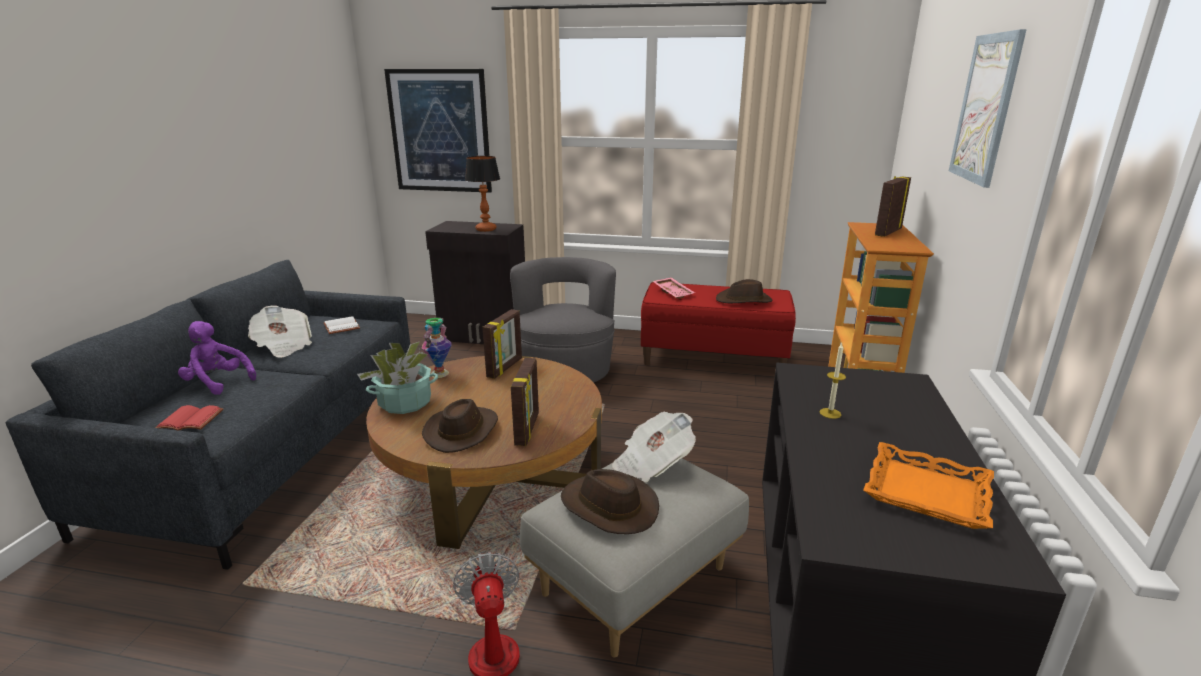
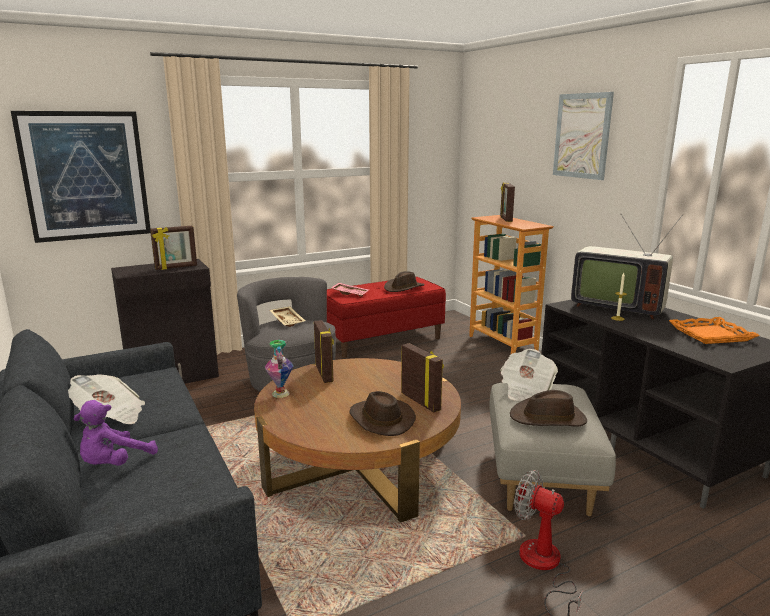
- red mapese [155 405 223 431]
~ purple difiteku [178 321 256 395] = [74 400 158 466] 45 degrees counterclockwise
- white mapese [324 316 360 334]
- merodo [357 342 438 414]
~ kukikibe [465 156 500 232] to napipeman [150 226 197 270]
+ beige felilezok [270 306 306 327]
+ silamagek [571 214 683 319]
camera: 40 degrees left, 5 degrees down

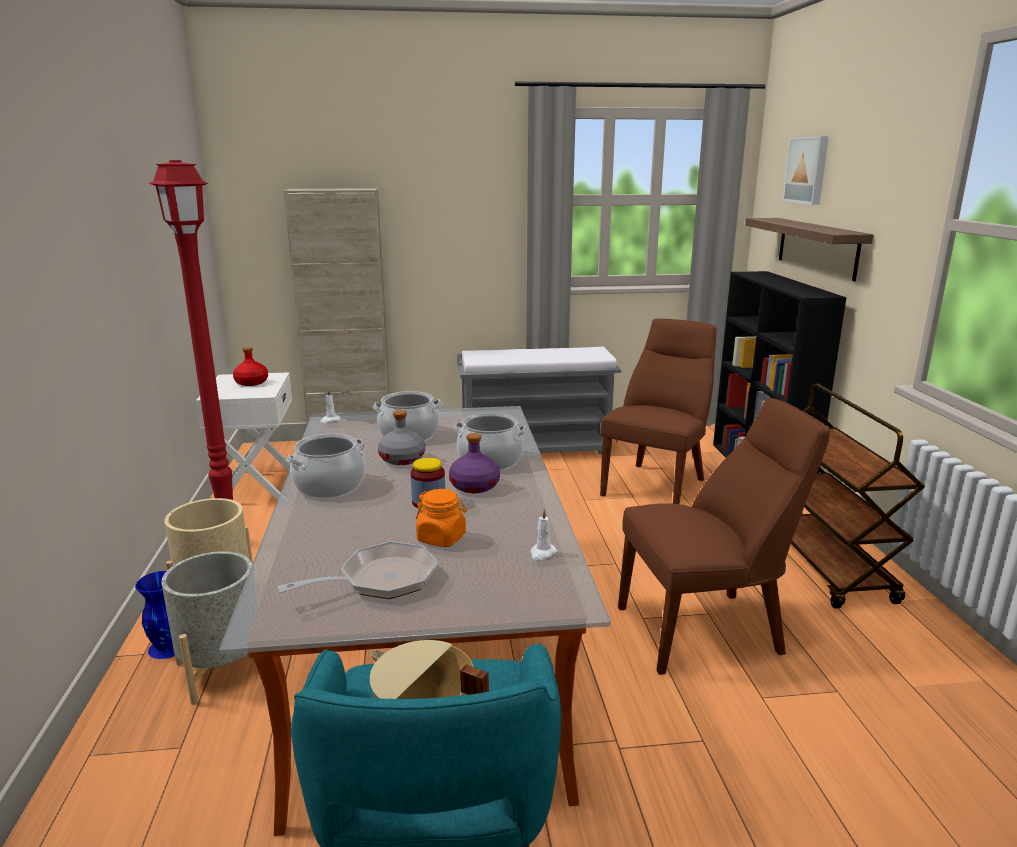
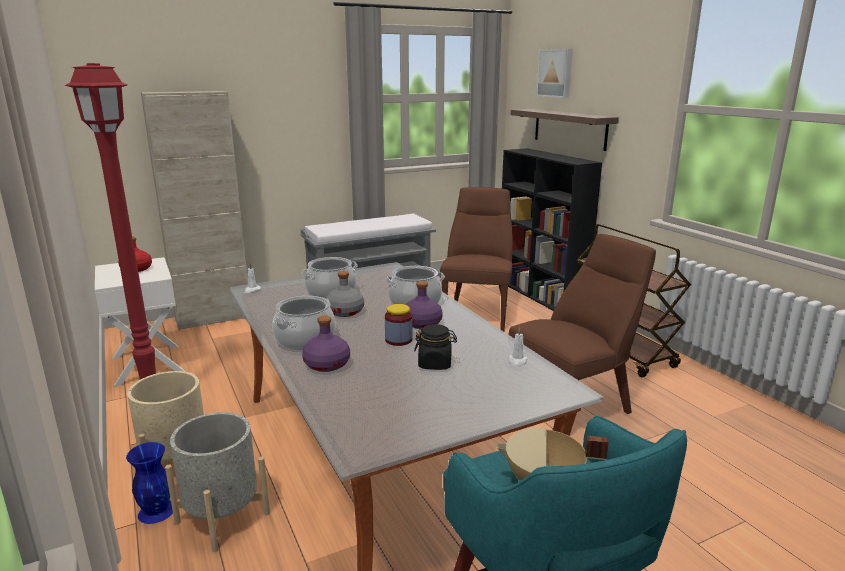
- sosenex [278 542 438 599]
~ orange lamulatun [416 489 467 547] to black lamulatun [414 324 457 370]
+ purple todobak [302 316 350 372]
camera: 20 degrees left, 0 degrees up

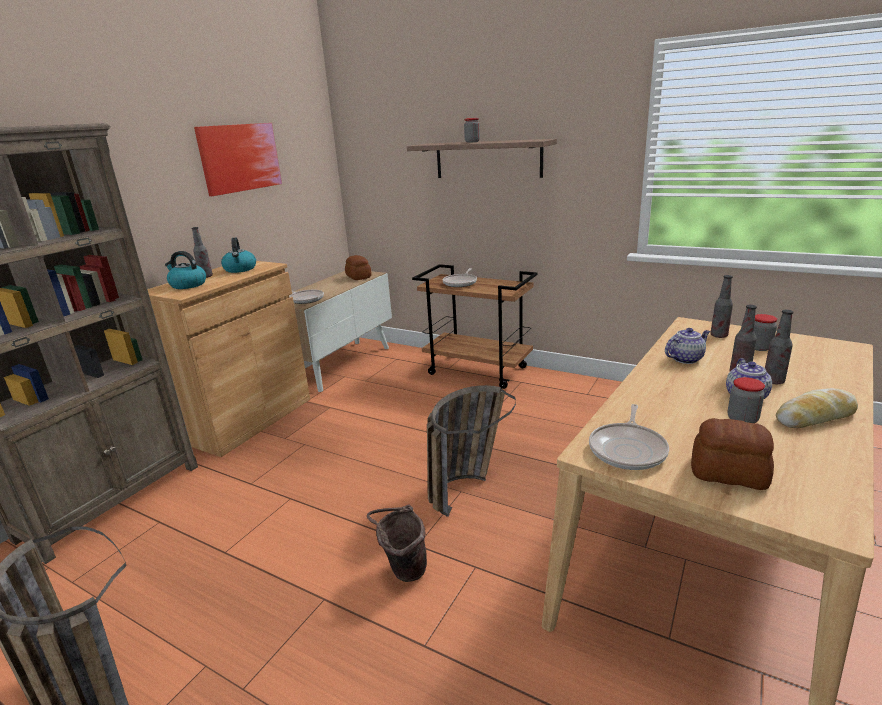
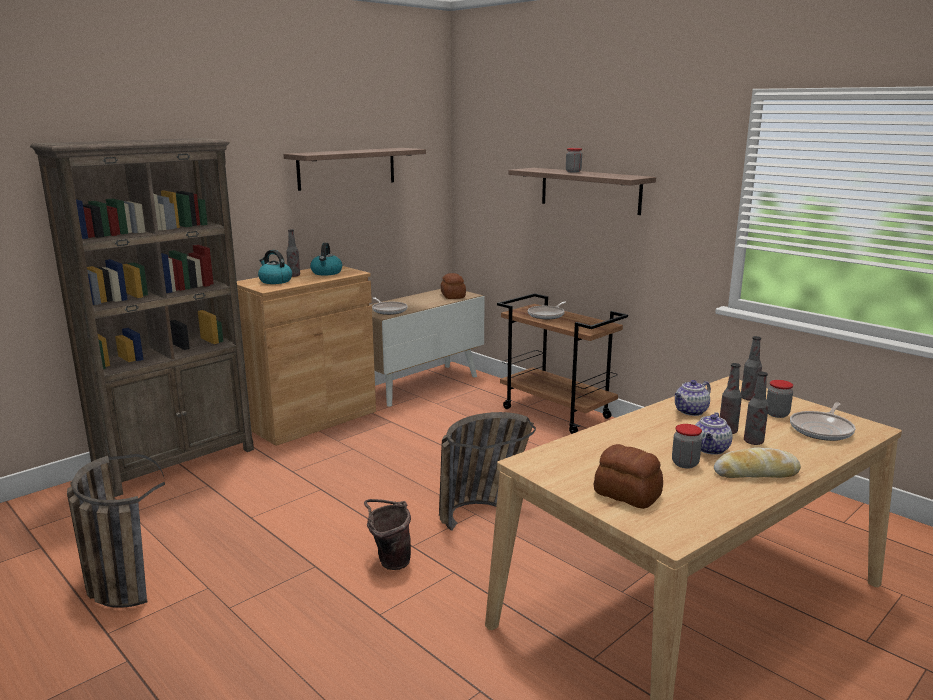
~ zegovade [194 123 282 196] to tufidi [283 148 426 191]
~ sosenex [589 404 669 470] to [790 402 856 441]
~ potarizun [665 328 710 364] = [675 380 711 416] 150 degrees clockwise
camera: 15 degrees right, 5 degrees down

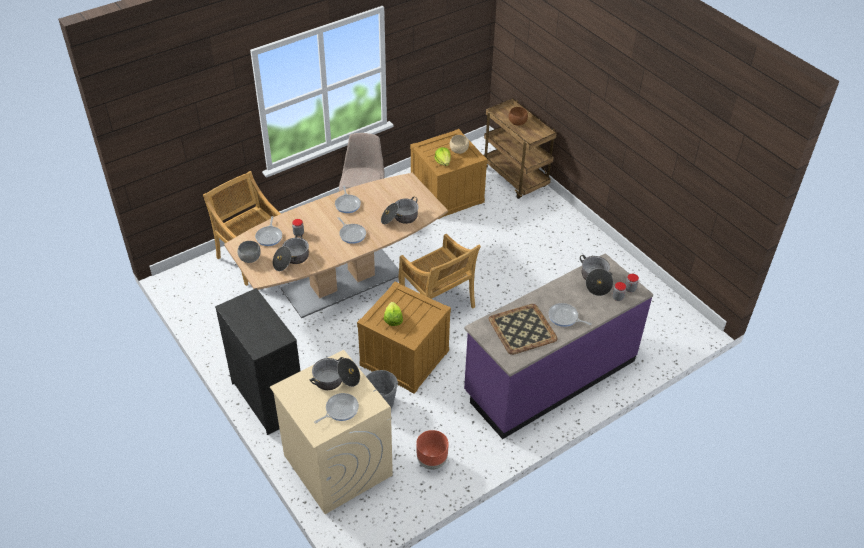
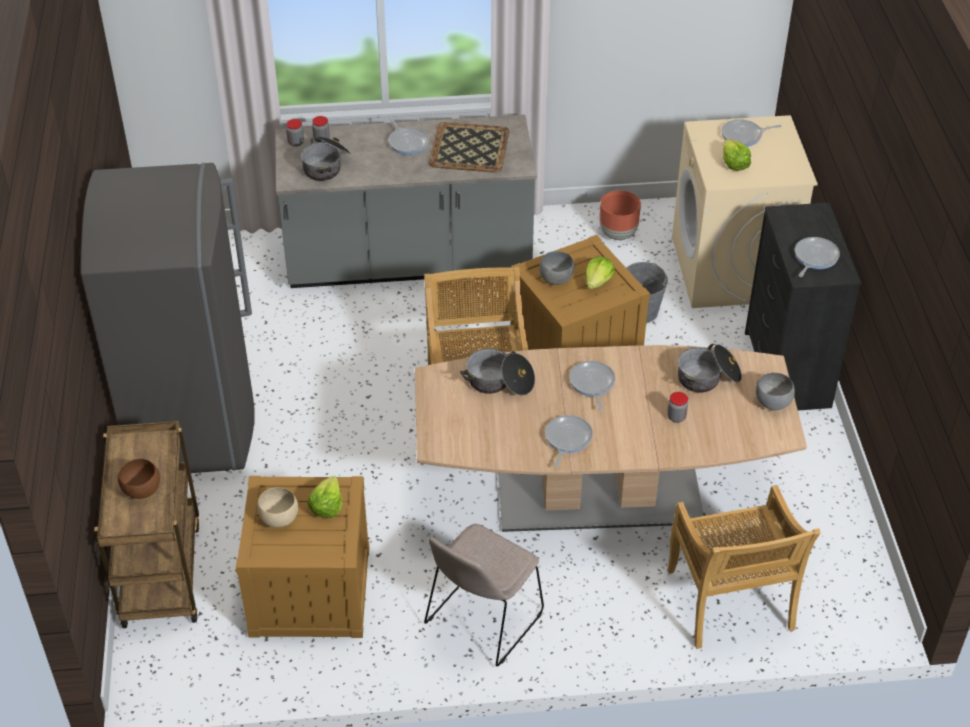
~ sosenex [255 216 282 246] to [795 237 840 277]
~ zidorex [309 357 360 390] to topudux [723 139 751 171]
~ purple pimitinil [464 253 653 439] to grey pimitinil [275 115 537 288]
+ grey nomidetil [81 163 255 473]
+ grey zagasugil [539 251 574 285]
camera: 150 degrees left, 0 degrees up

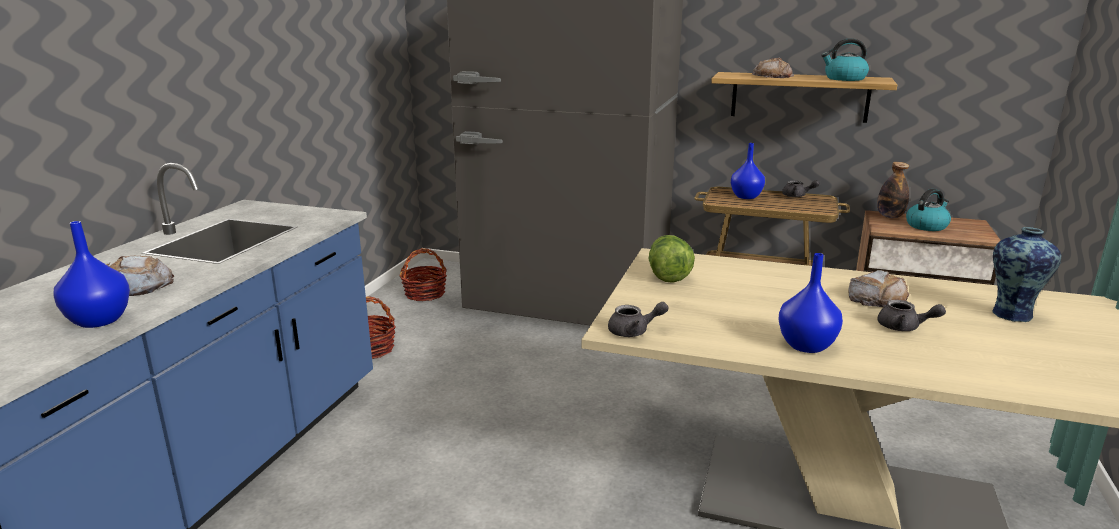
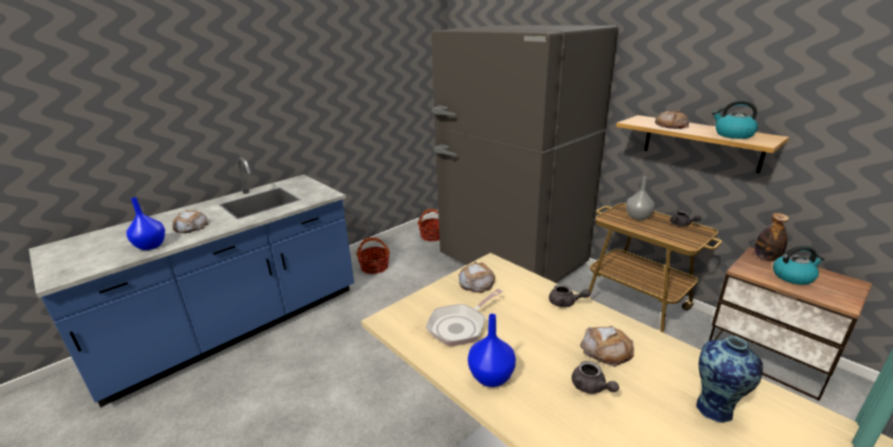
~ grey potarizun [608 302 669 337] to [549 284 591 307]
~ topudux [649 235 695 283] to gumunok [458 262 495 293]
~ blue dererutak [731 143 765 199] to grey dererutak [626 177 655 220]
+ sosenex [426 289 503 346]
camera: 30 degrees right, 5 degrees up

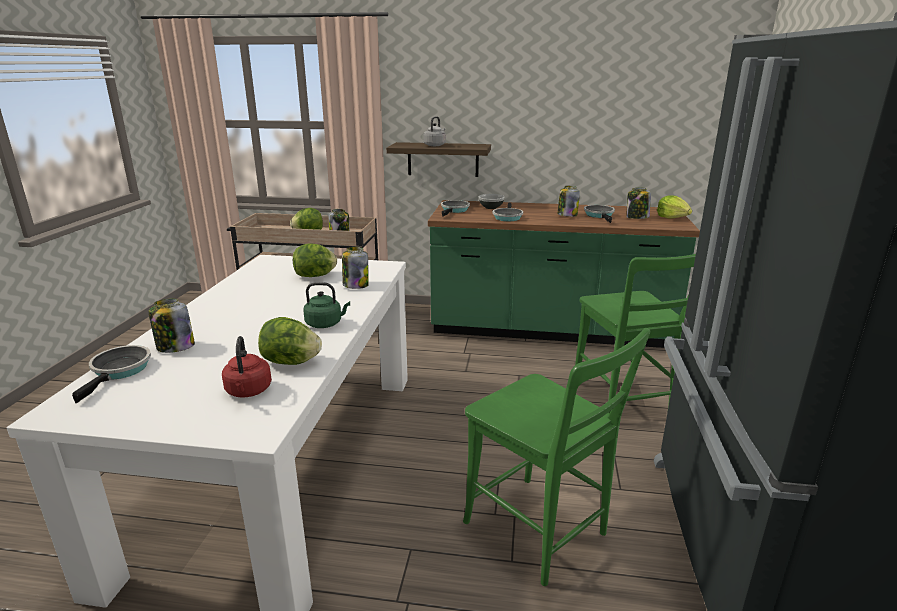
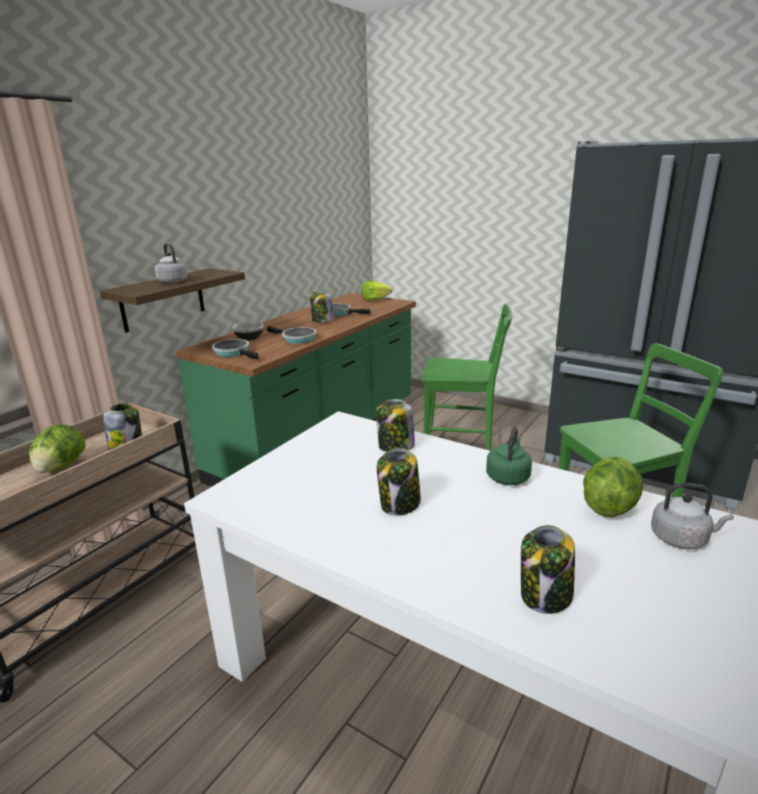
- sosenex [72 345 151 403]
~ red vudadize [222 336 272 398] to grey vudadize [651 483 734 549]
- topudux [293 243 337 277]
~ lamulatun [626 188 651 219] to [377 448 421 516]
camera: 65 degrees left, 0 degrees up

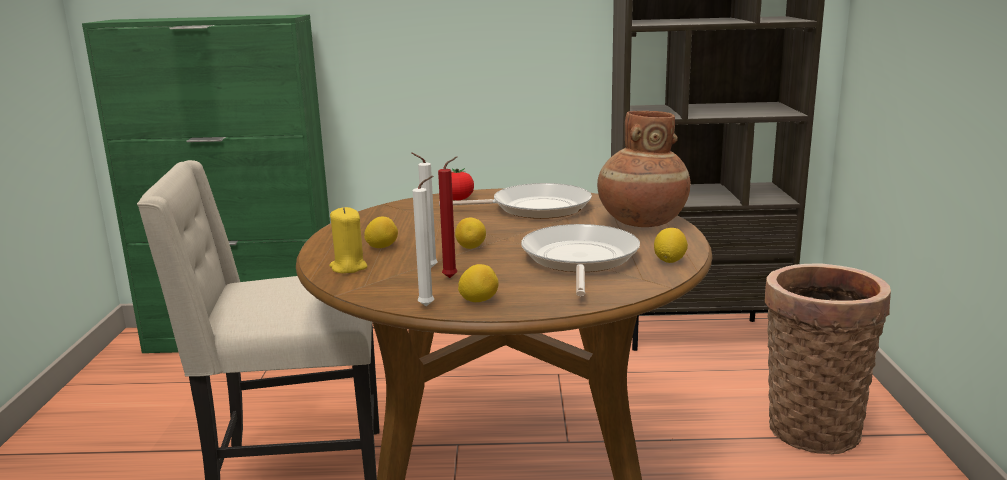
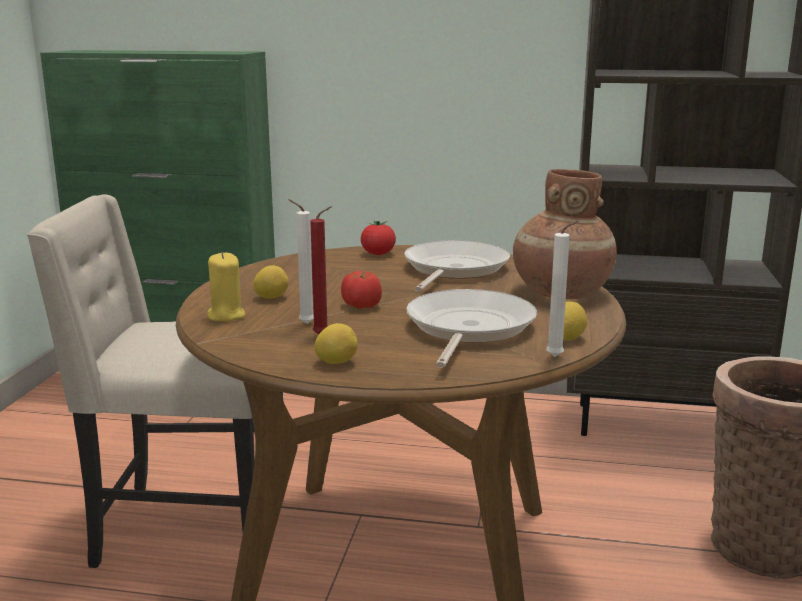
~ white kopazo [413 176 434 306] to [546 221 579 357]
~ sosenex [439 183 592 219] = [404 240 510 291] 75 degrees counterclockwise
~ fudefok [455 218 486 249] to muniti [341 271 382 309]
camera: 10 degrees right, 0 degrees up

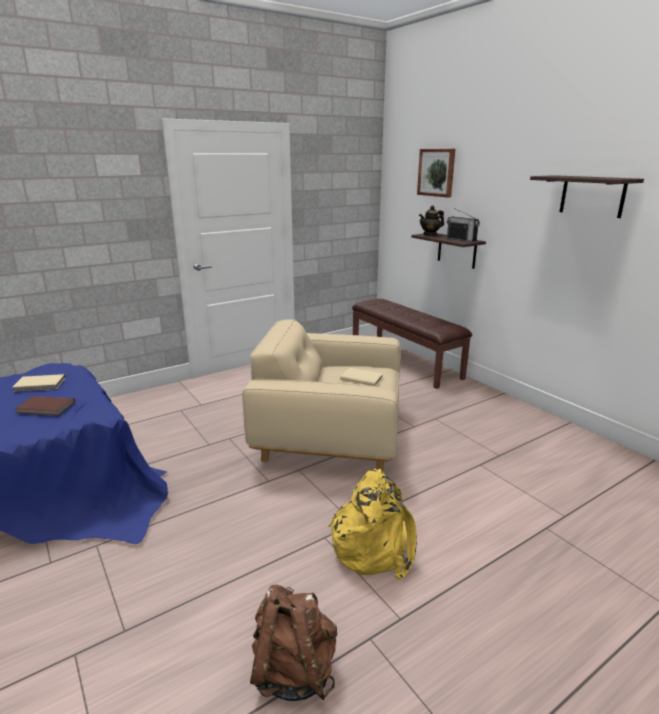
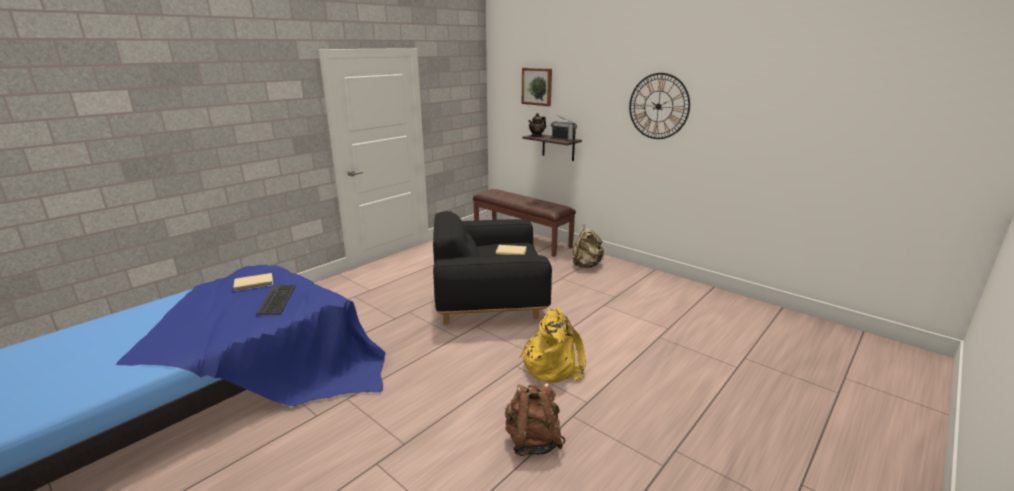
~ brown mapese [15 396 75 416] to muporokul [256 284 296 315]
~ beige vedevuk [242 319 401 471] to black vedevuk [433 211 552 325]
~ tufidi [530 175 644 218] to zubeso [629 73 690 139]
+ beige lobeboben [572 225 604 268]
camera: 15 degrees left, 0 degrees up

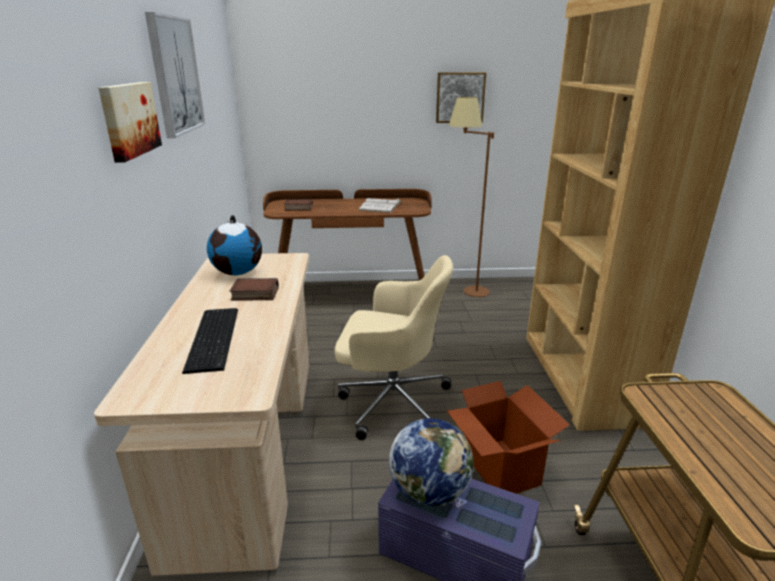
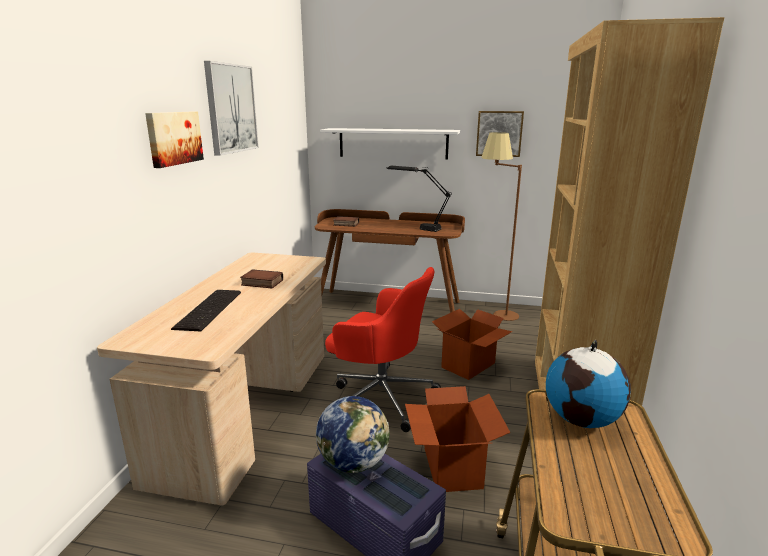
~ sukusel [207 215 262 275] to [546 340 631 428]
~ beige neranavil [334 255 453 440] to red neranavil [325 267 441 432]
~ white mapese [358 198 402 213] to black kukikibe [387 166 452 232]
+ white tufidi [320 128 460 160]
+ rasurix [432 309 512 380]
camera: 15 degrees right, 5 degrees down

